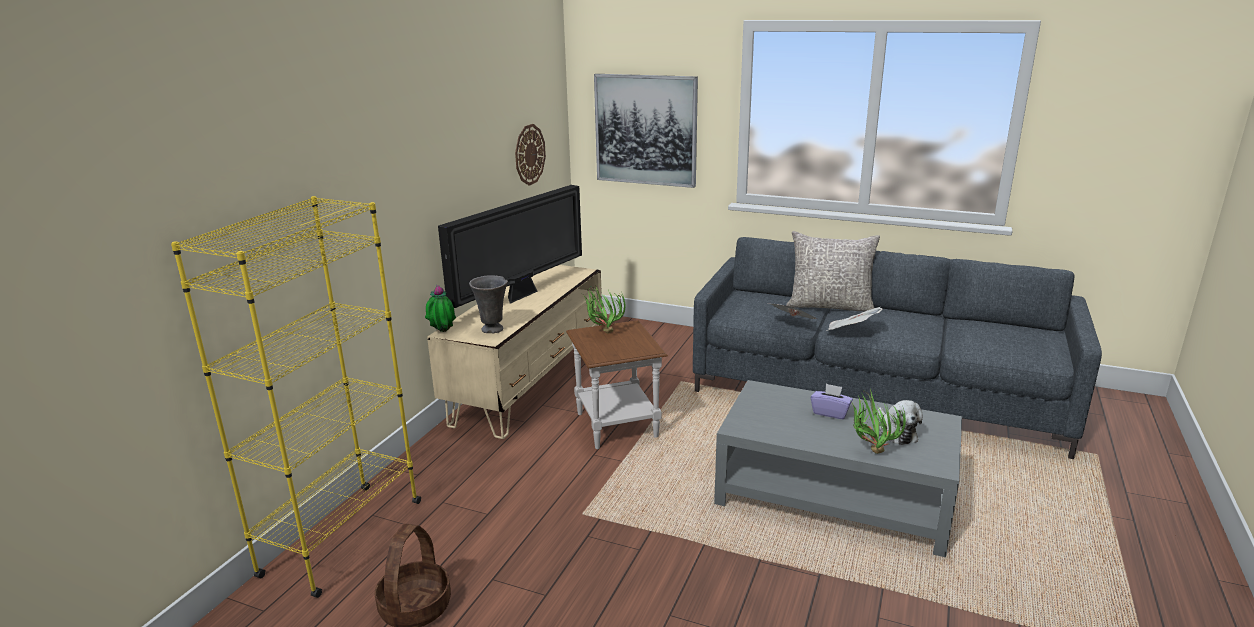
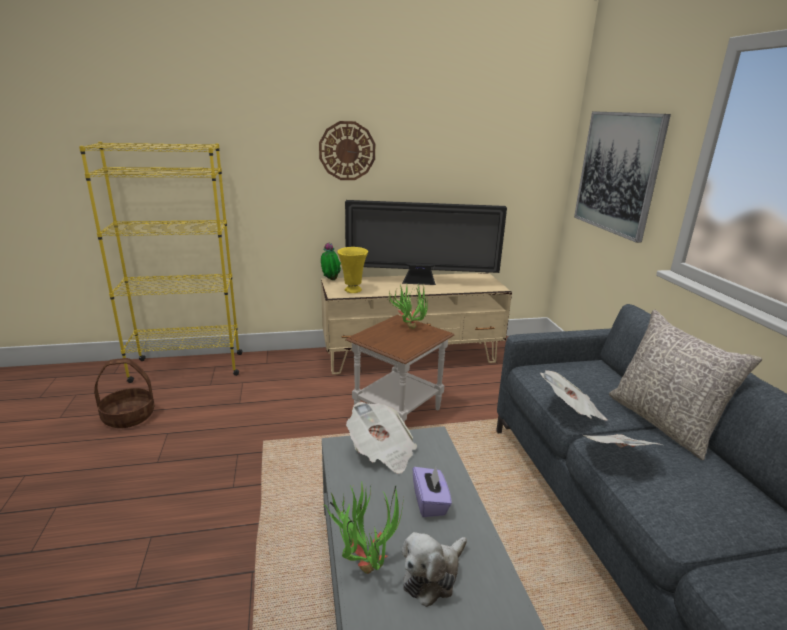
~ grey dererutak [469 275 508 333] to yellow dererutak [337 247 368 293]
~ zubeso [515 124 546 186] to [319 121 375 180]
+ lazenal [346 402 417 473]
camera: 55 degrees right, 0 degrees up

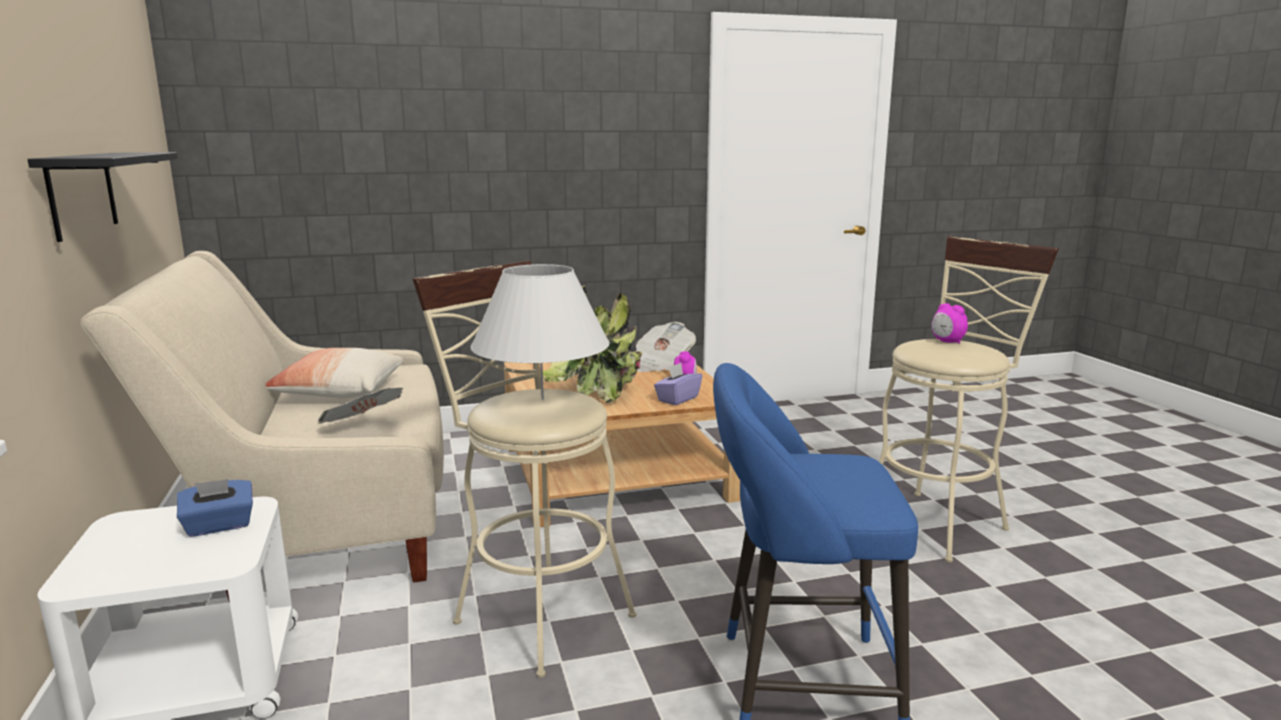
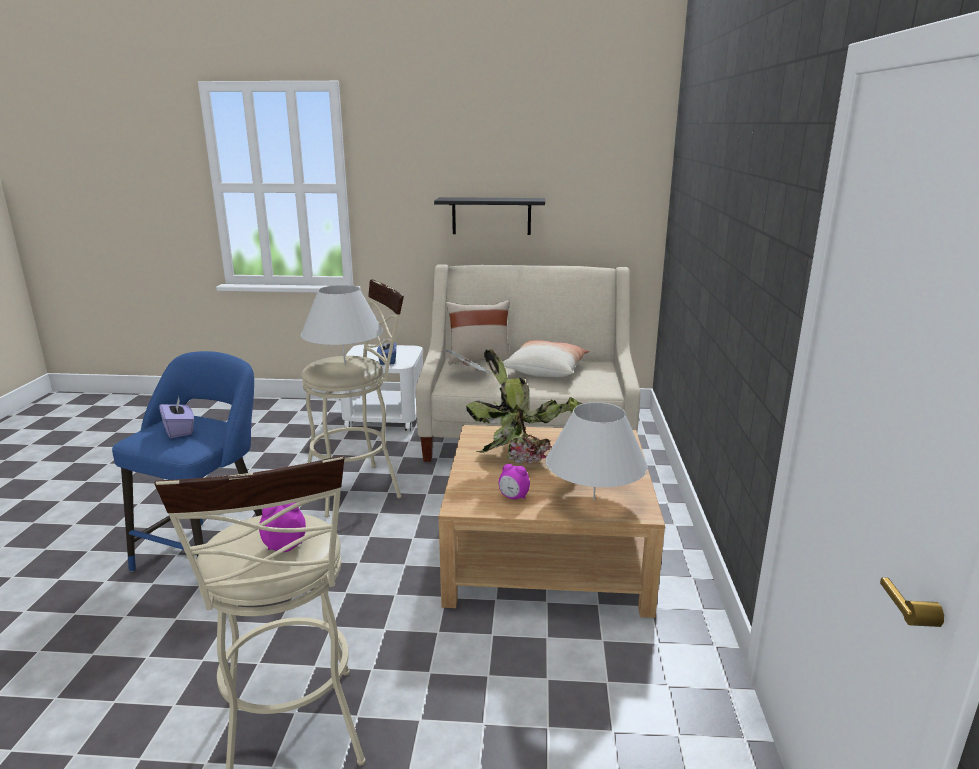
~ lazenal [635 322 696 372] to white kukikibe [546 402 648 500]
~ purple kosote [654 363 702 405] to [159 396 194 438]
+ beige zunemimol [445 300 510 365]
camera: 110 degrees right, 5 degrees up

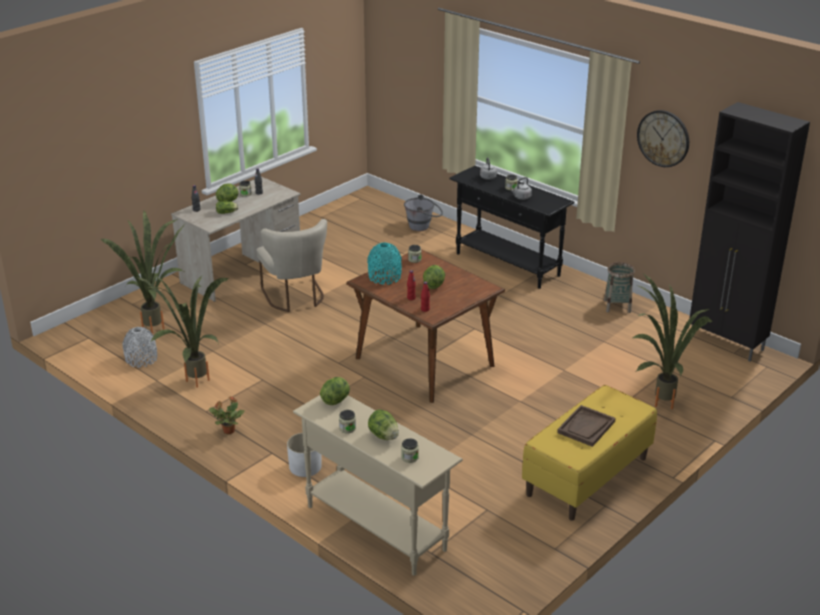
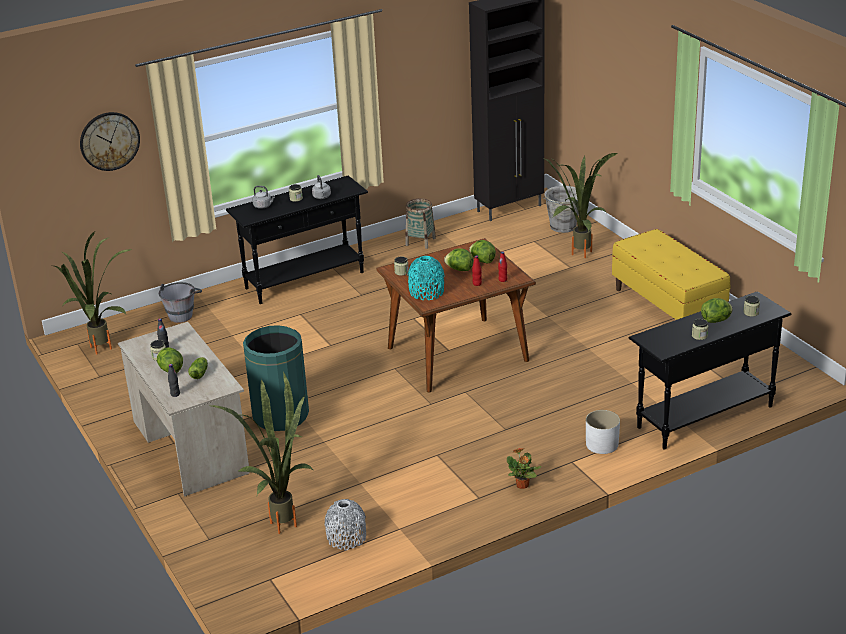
~ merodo [136 276 230 387] to [55 231 133 354]
~ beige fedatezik [256 219 327 312] to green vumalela [243 325 309 431]
~ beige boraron [293 395 463 576] to black boraron [629 291 792 450]
~ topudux [320 377 350 405] to [469 240 496 264]
- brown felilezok [557 405 616 447]
~ zubeso [637 110 689 167] to [80 112 140 171]
+ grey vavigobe [543 186 579 233]
camera: 70 degrees left, 0 degrees up

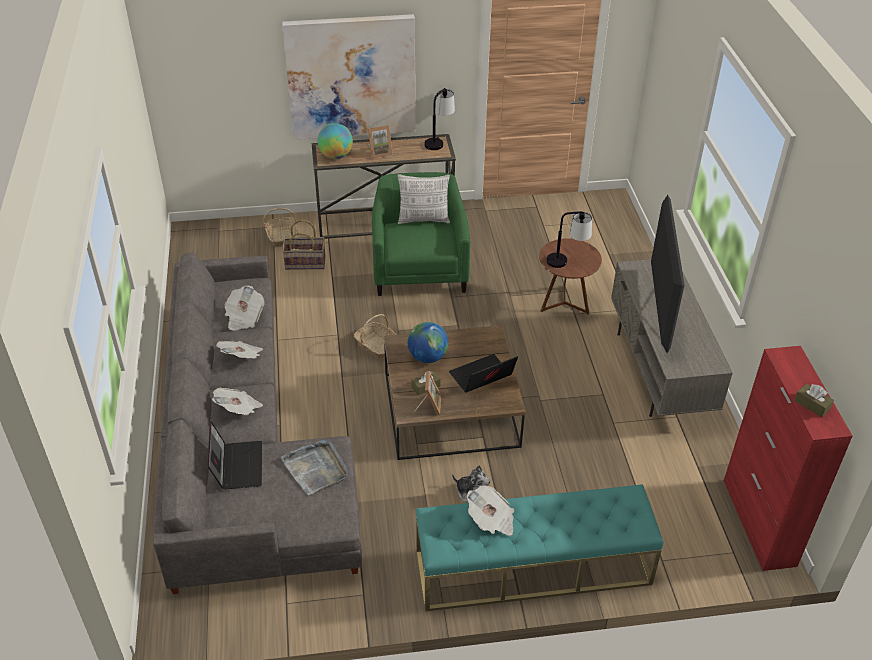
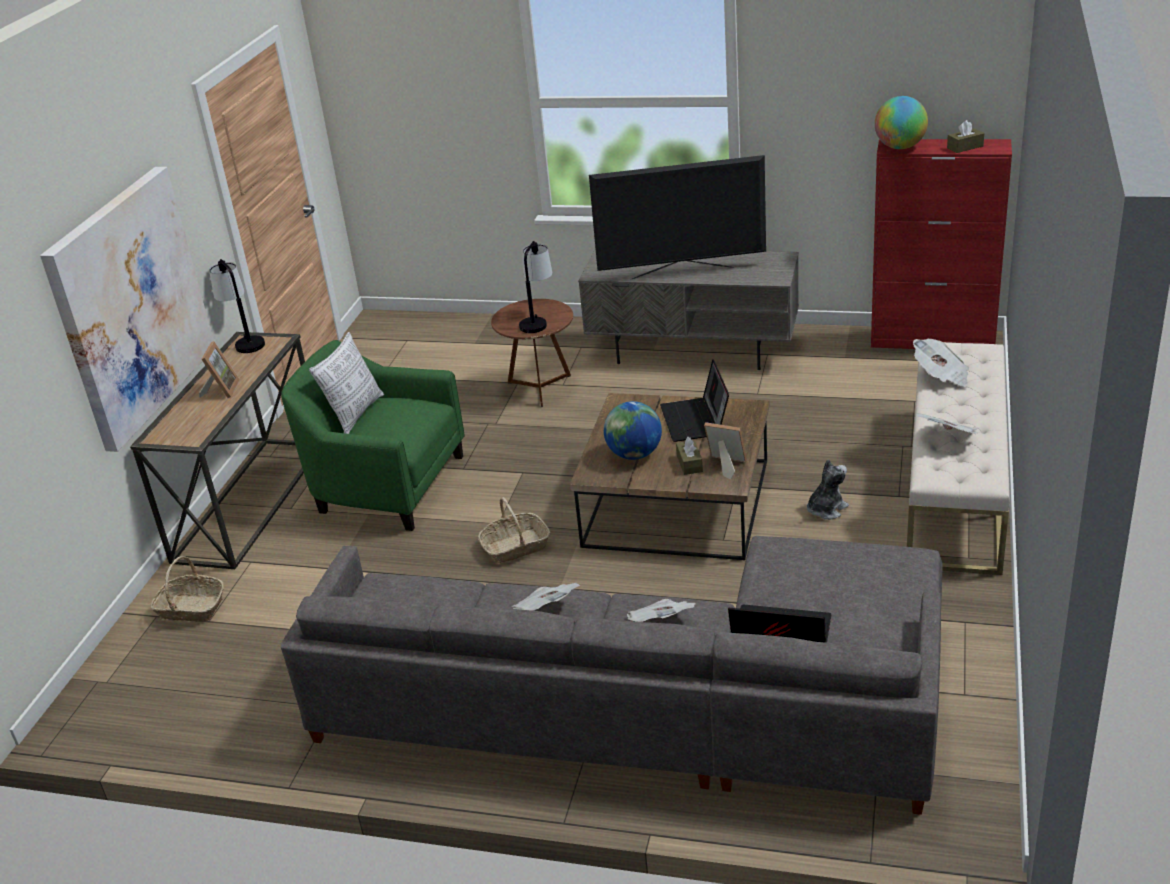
~ lazenal [224 285 264 330] to [913 339 969 387]
- grey felilezok [281 440 349 495]
- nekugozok [282 219 325 270]
~ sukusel [317 123 353 159] to [875 96 928 149]
~ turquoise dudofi [416 484 663 611] to beige dudofi [907 342 1010 575]
~ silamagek [651 195 685 353] = [589 155 766 279] 150 degrees clockwise
camera: 65 degrees left, 10 degrees down

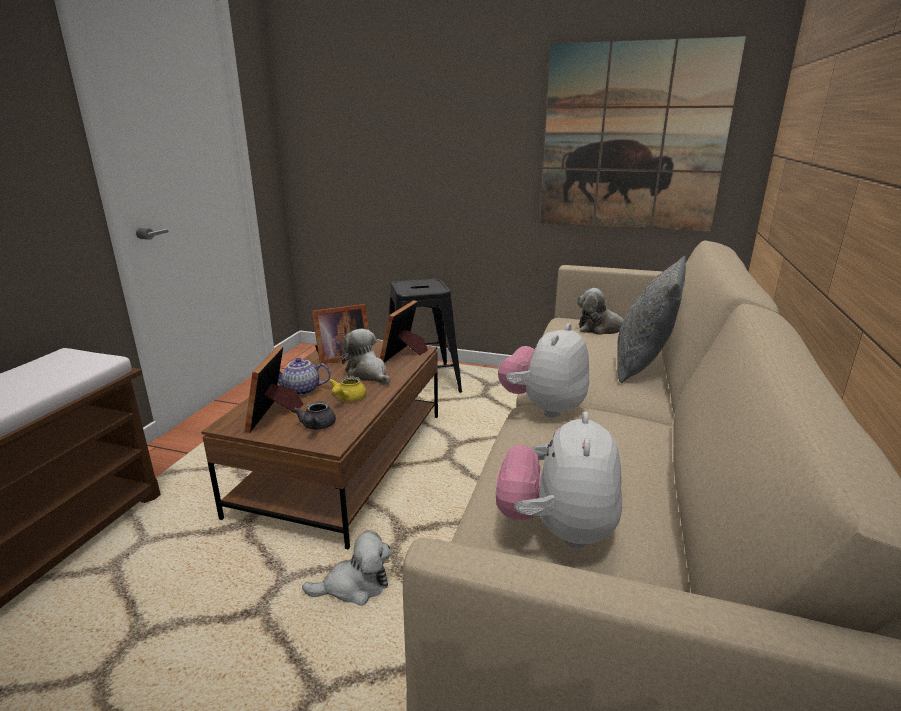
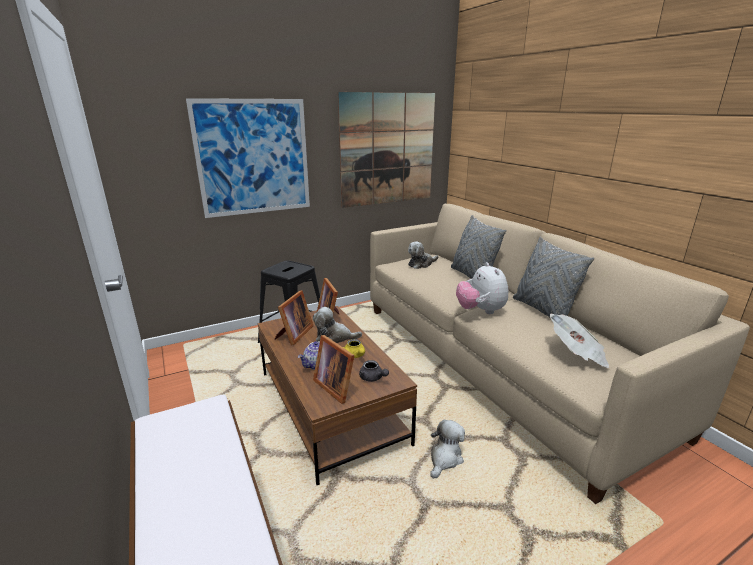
~ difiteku [496 411 622 548] to lazenal [550 314 610 368]
+ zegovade [186 98 310 218]
+ grey zunemimol [513 236 595 317]
camera: 45 degrees left, 0 degrees up

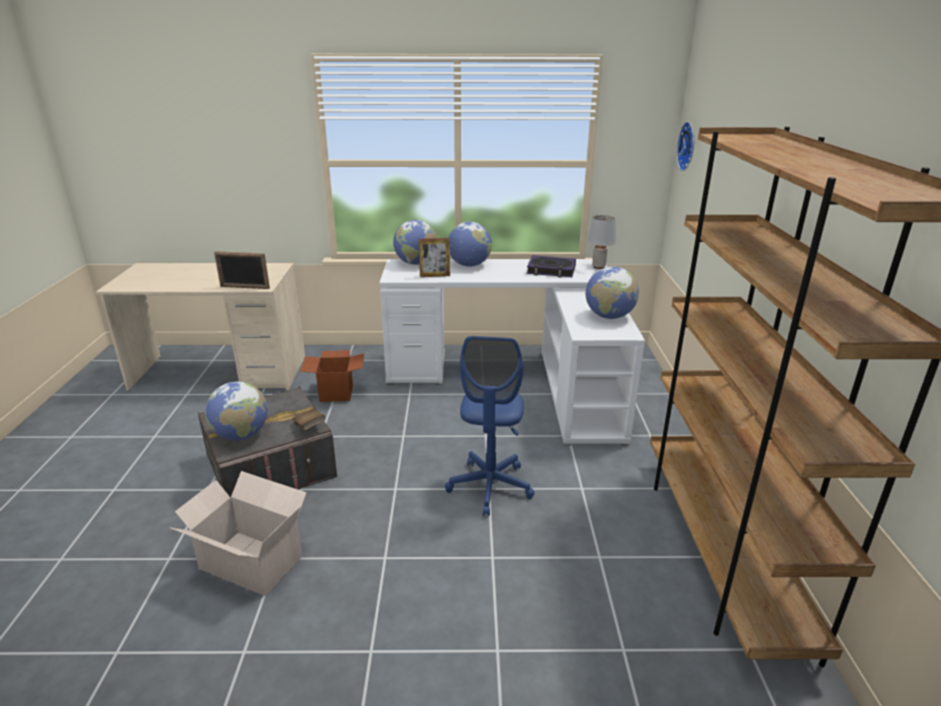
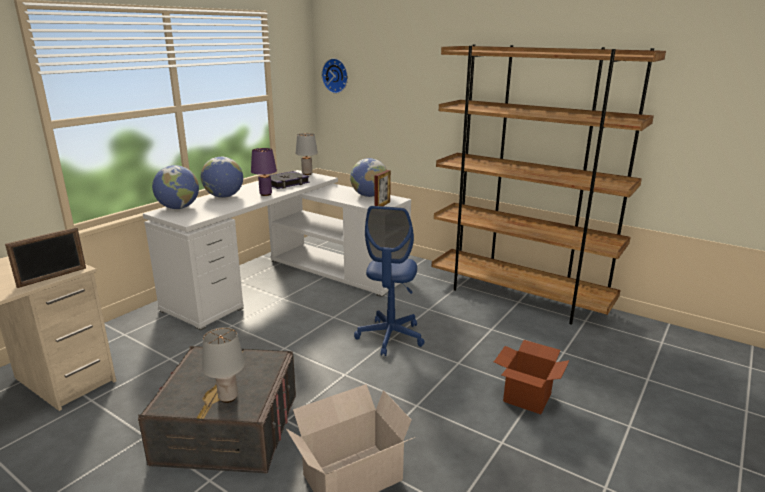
~ sukusel [205 382 268 440] to grey kukikibe [202 327 245 403]
- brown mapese [292 409 325 430]
~ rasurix [300 350 364 402] to [494 340 569 414]
~ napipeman [419 238 450 277] to [375 170 391 206]
~ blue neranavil [445 336 534 516] = [354 206 424 356] 60 degrees clockwise
+ purple kukikibe [251 148 277 196]
camera: 55 degrees left, 5 degrees down

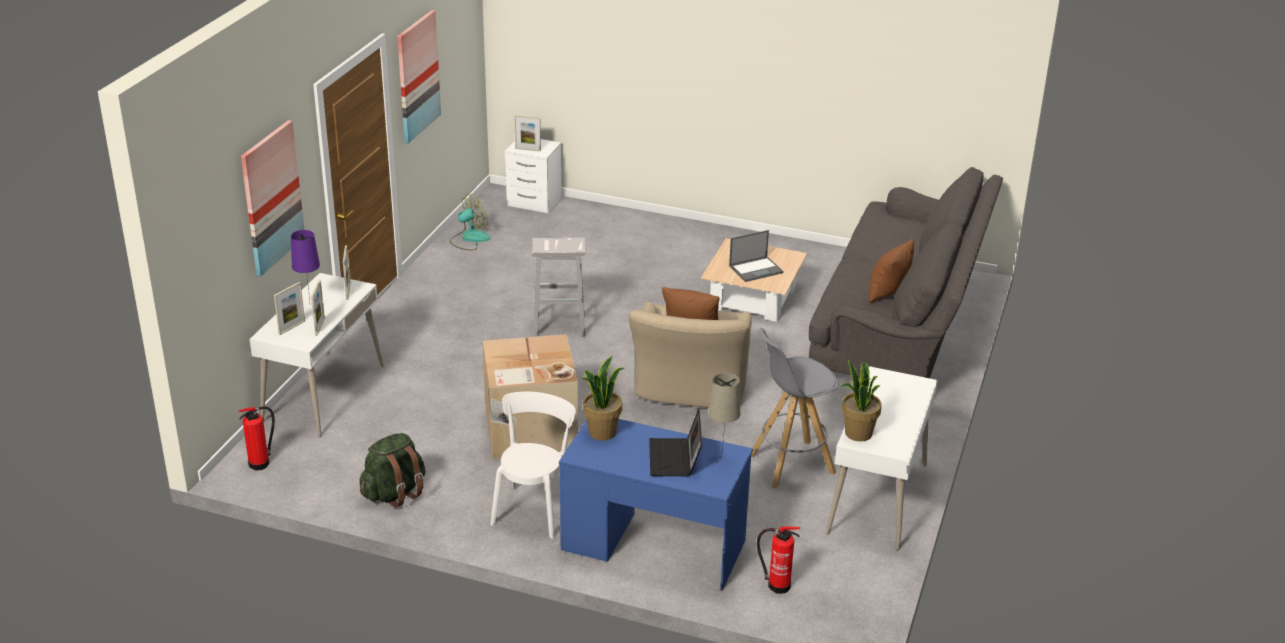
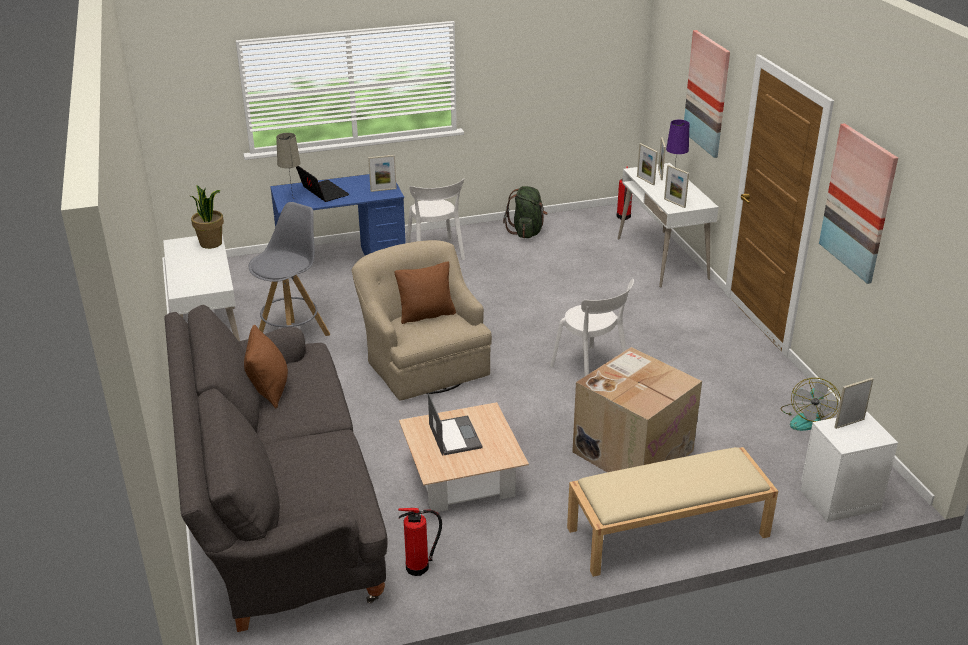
~ rasurix [483 334 578 459] to [572 347 702 472]
~ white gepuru [532 238 585 337] to white fedatezik [550 279 634 376]
~ merodo [582 356 624 441] to napipeman [368 155 397 192]
~ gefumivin [729 230 784 282] = [428 393 482 456] 135 degrees clockwise
~ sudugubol [757 526 800 594] to [398 508 442 576]
+ beige dudofi [567 447 778 577]
camera: 145 degrees right, 0 degrees up

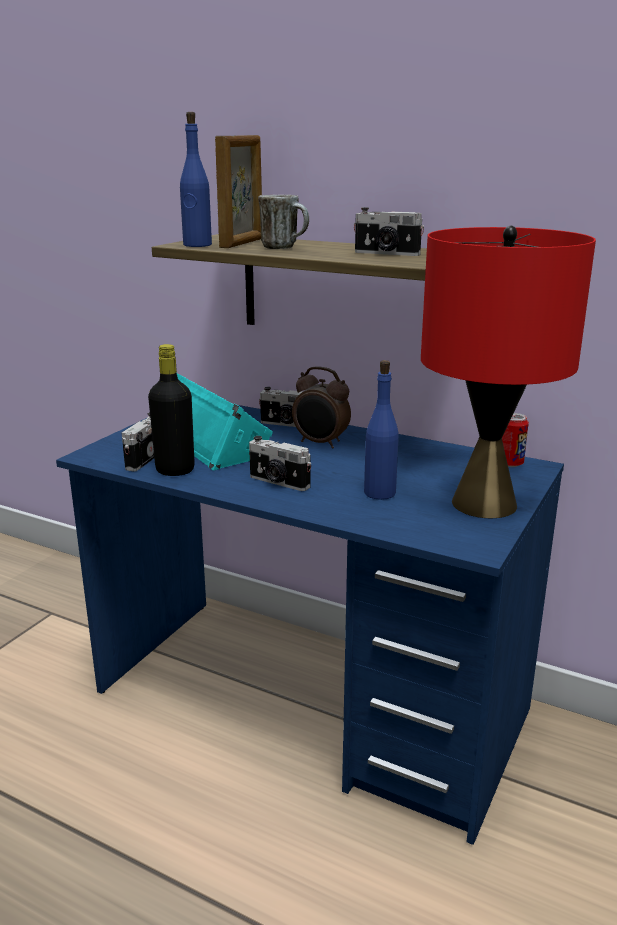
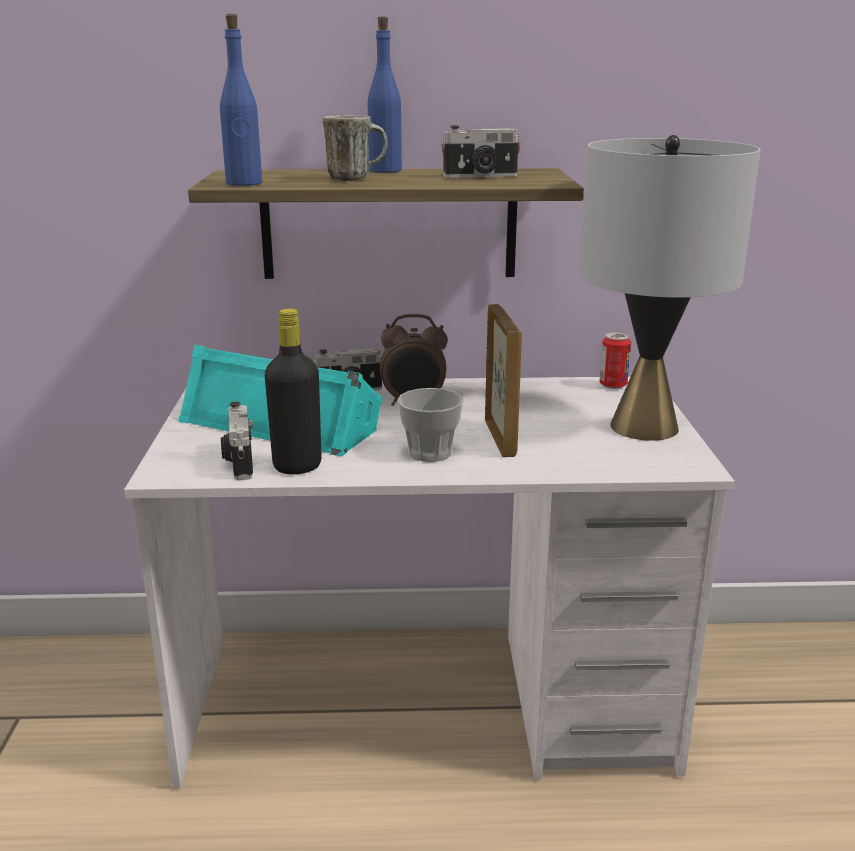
~ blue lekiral [56 405 564 845] to white lekiral [124 377 735 788]
~ napipeman [215 135 262 248] to [485 304 522 457]
~ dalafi [249 436 311 491] to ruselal [397 388 464 462]
~ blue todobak [364 360 399 500] to [368 16 402 173]
~ red kukikibe [421 225 596 518] to grey kukikibe [579 135 761 441]
camera: 30 degrees left, 0 degrees up

